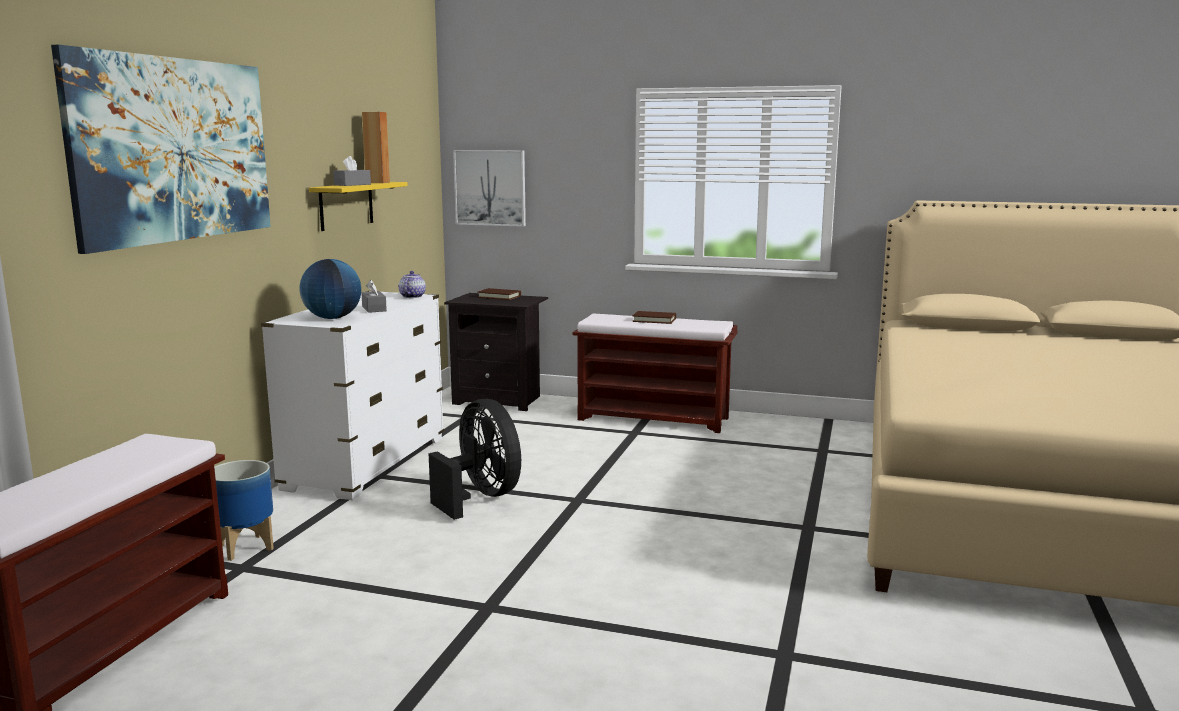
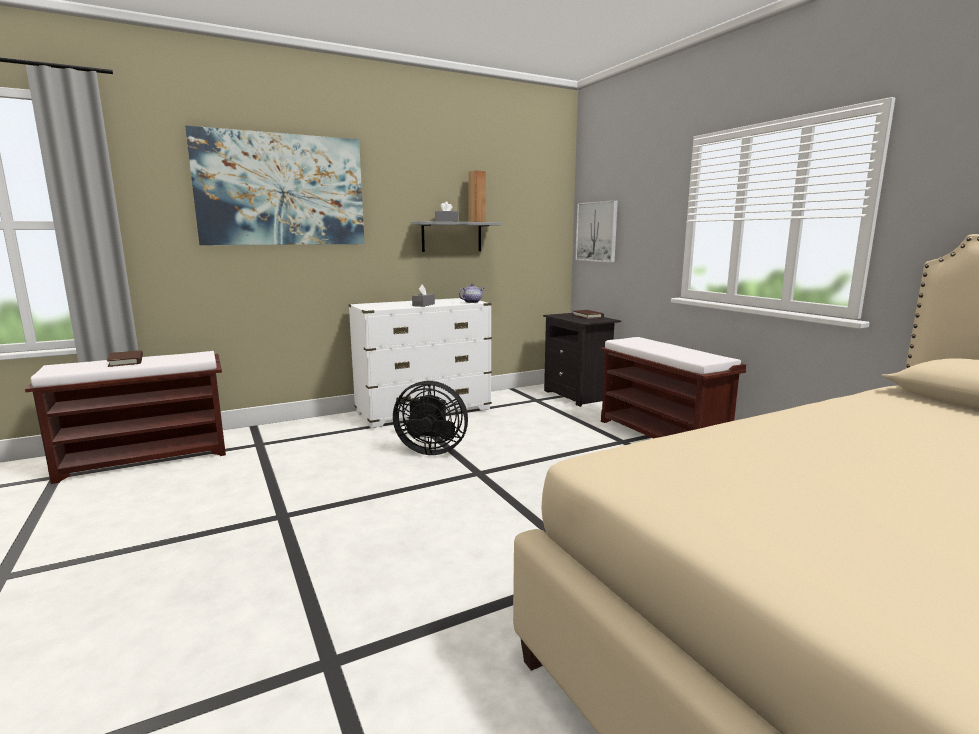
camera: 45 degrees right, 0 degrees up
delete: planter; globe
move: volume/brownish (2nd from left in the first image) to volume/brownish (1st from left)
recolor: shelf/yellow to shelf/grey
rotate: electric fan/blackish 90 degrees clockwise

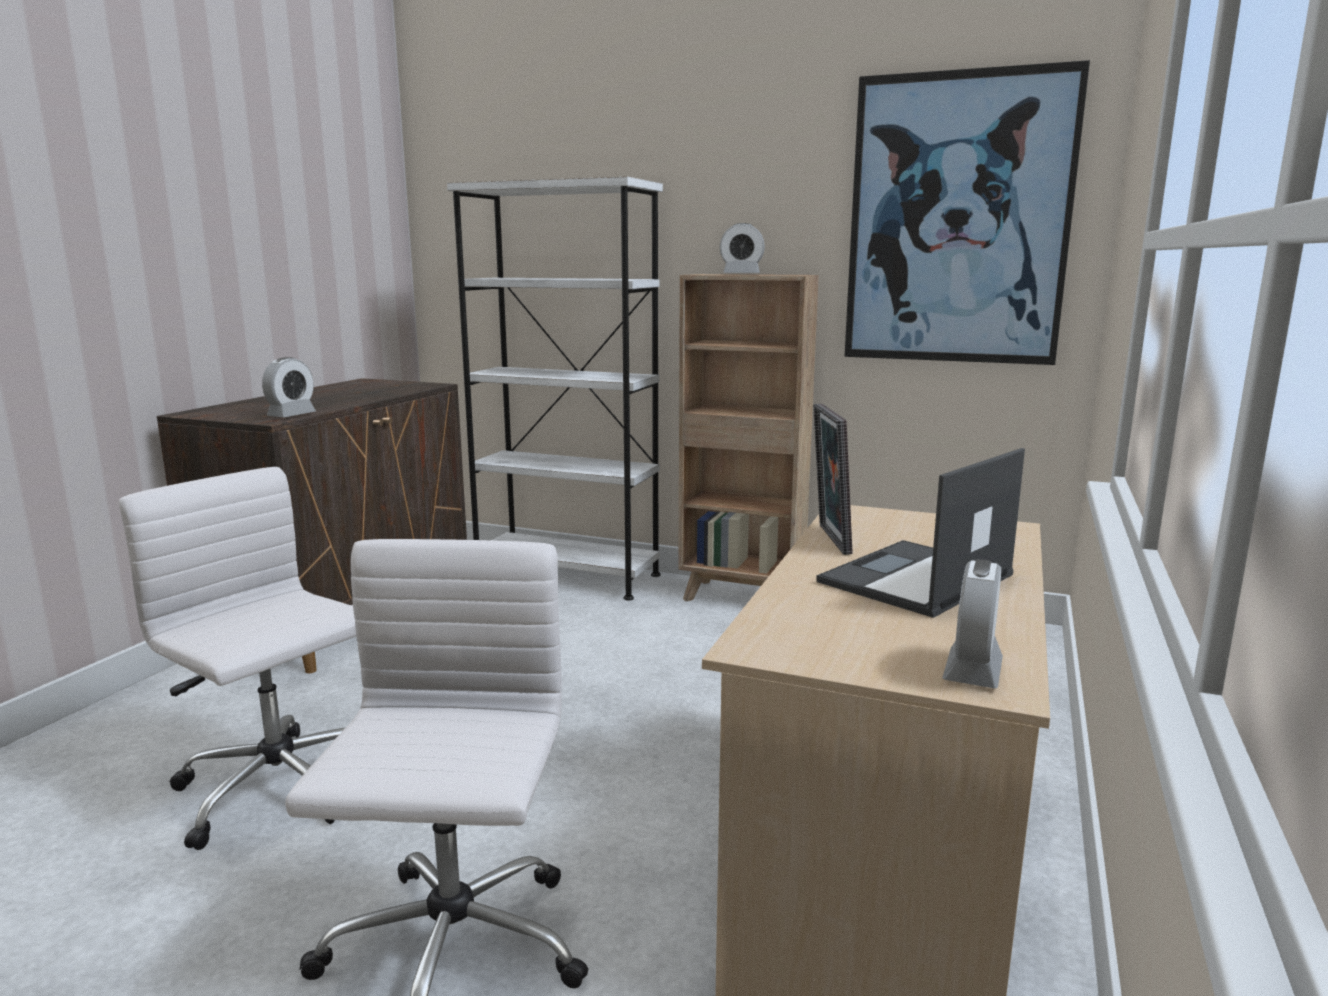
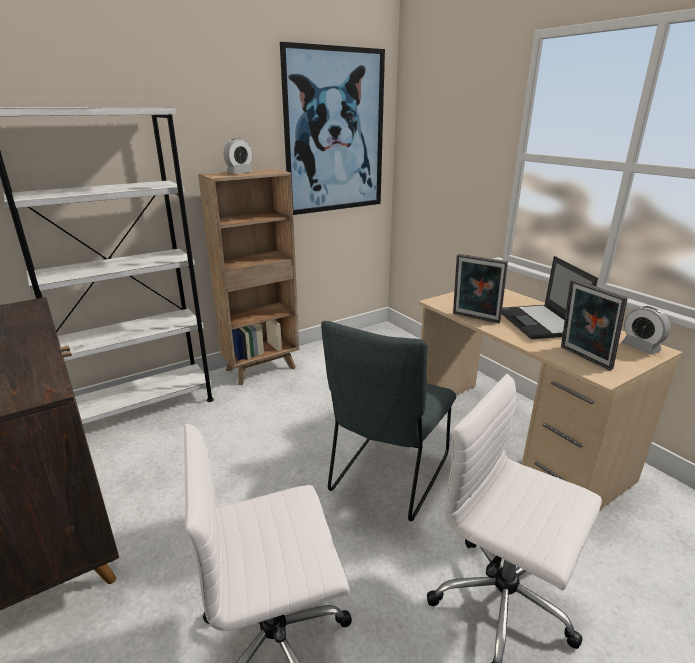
camera: 55 degrees left, 10 degrees up
delete: bedside clock (1st from left)
insert: upright chair/grey; standing frame (2nd from left)

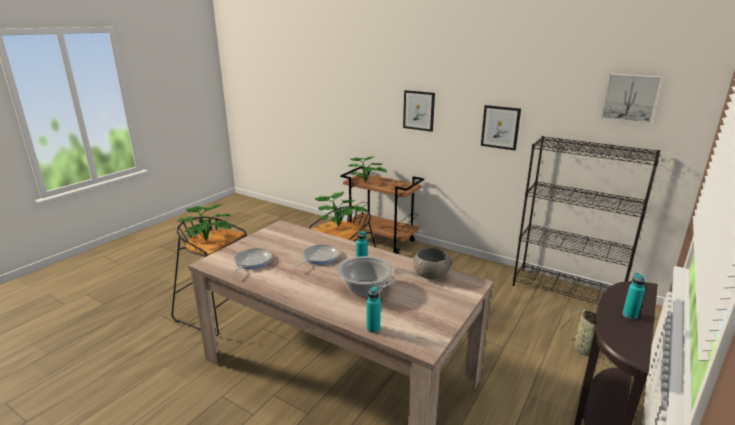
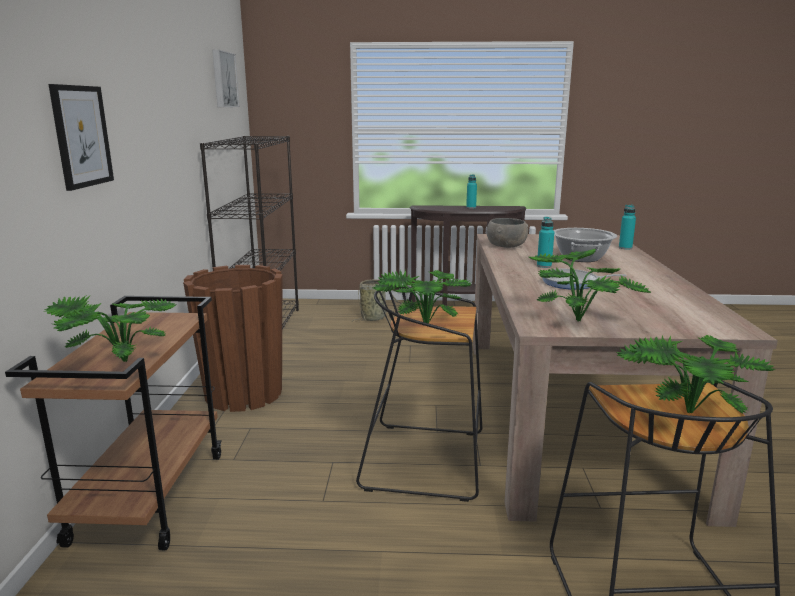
camera: 120 degrees left, 5 degrees down
delete: skillet (1st from left); picture (2nd from left)
insert: planter/brownish; potted plant (3rd from left)

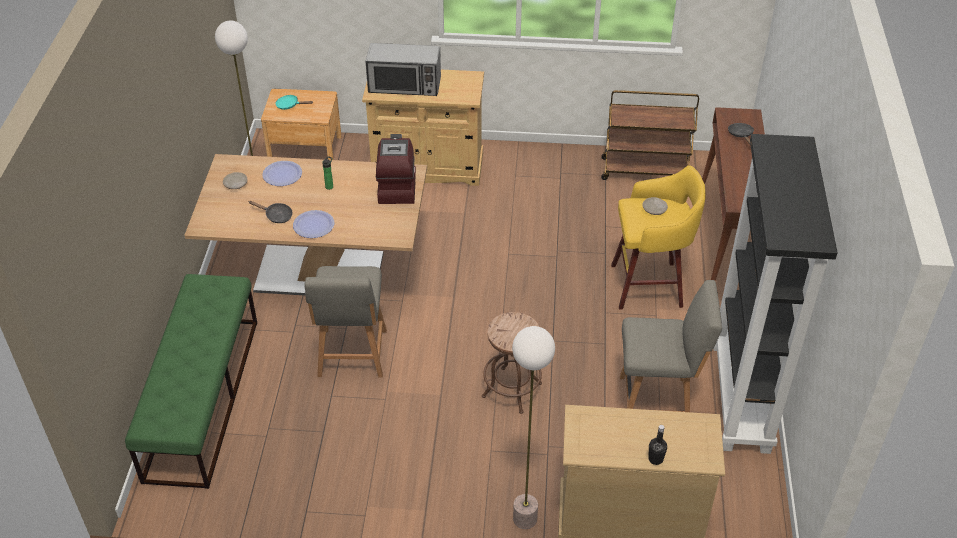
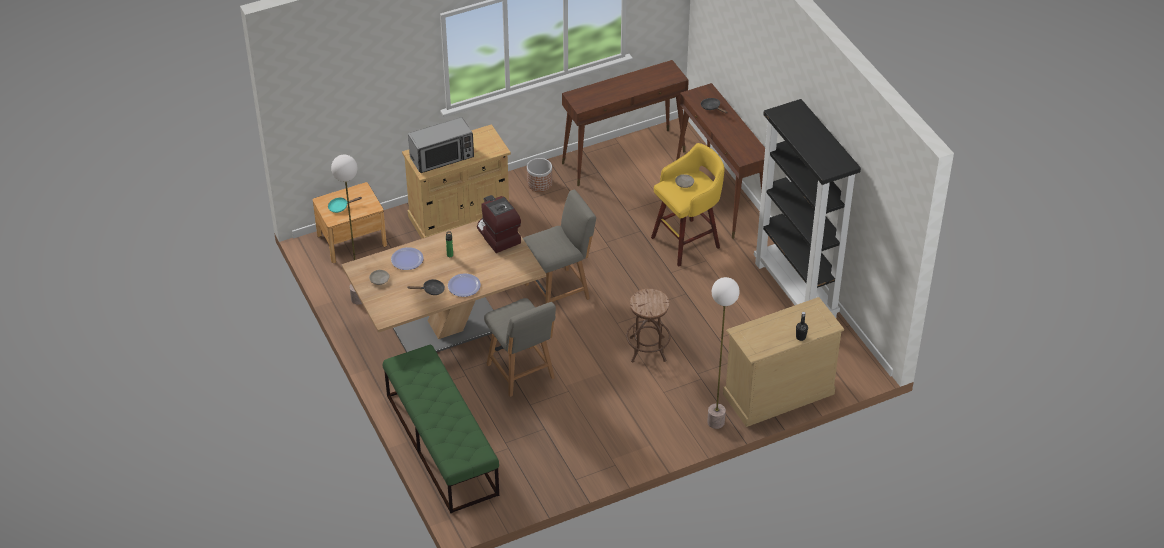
camera: 30 degrees left, 0 degrees up
insert: planter
move: upright chair/grey (2nd from left)
replace: wheeled cart/brownish to narrow table/brownish (1st from left)

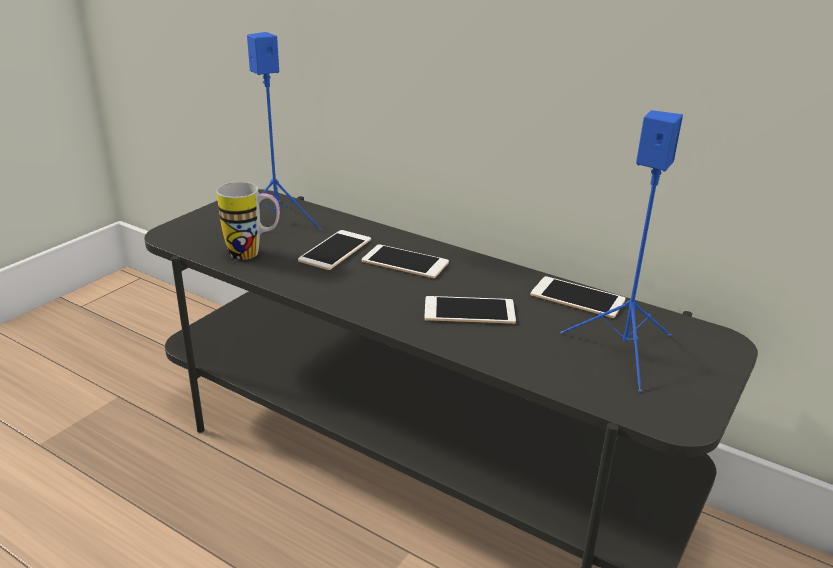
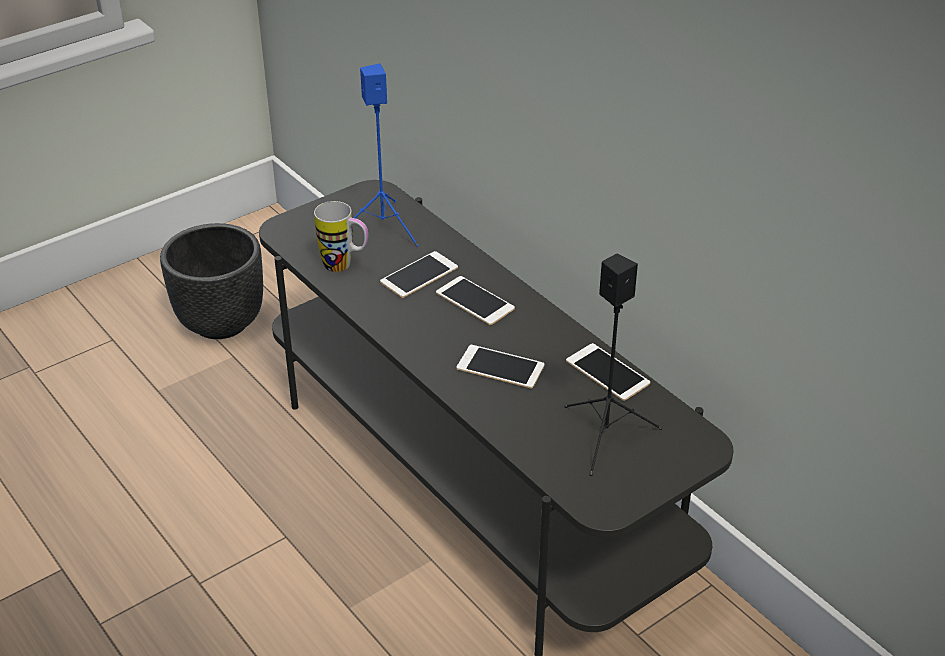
camera: 20 degrees right, 10 degrees up
insert: planter/blackish
recolor: audio speaker/blue-coloured (2nd from left) to audio speaker/blackish

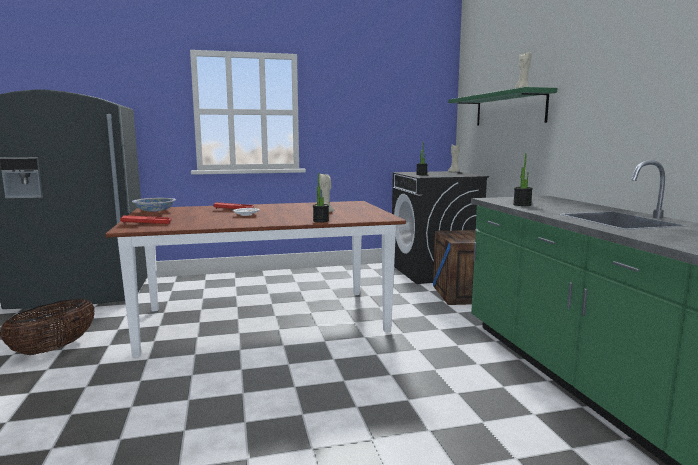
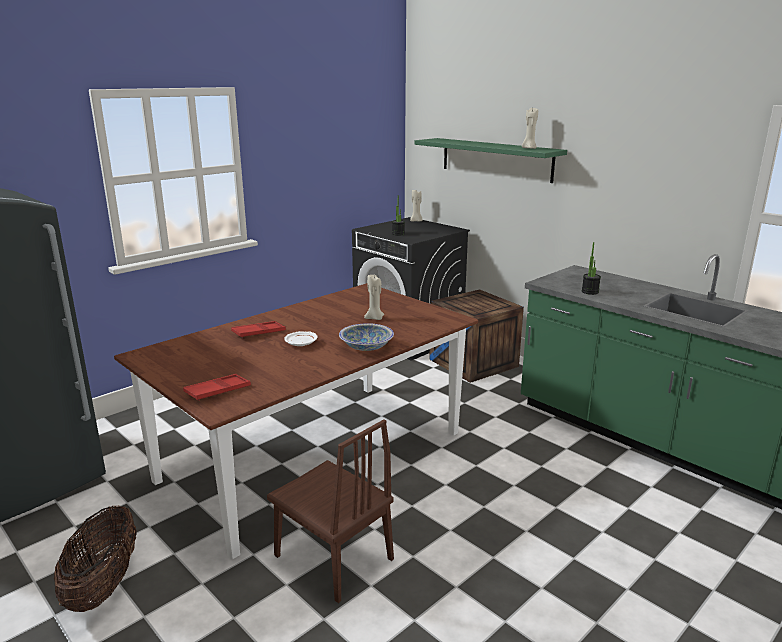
camera: 30 degrees left, 10 degrees up
delete: potted plant (1st from left)
insert: upright chair/brownish
move: bowl

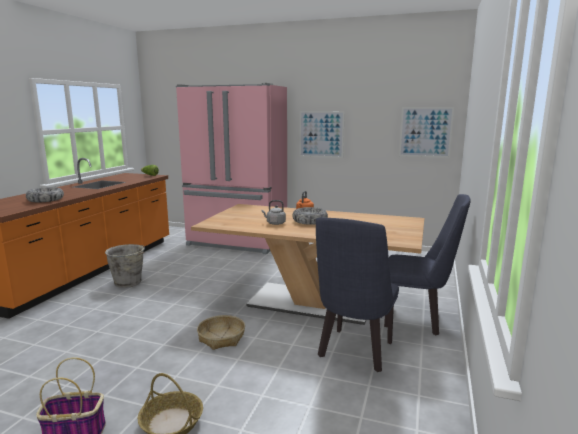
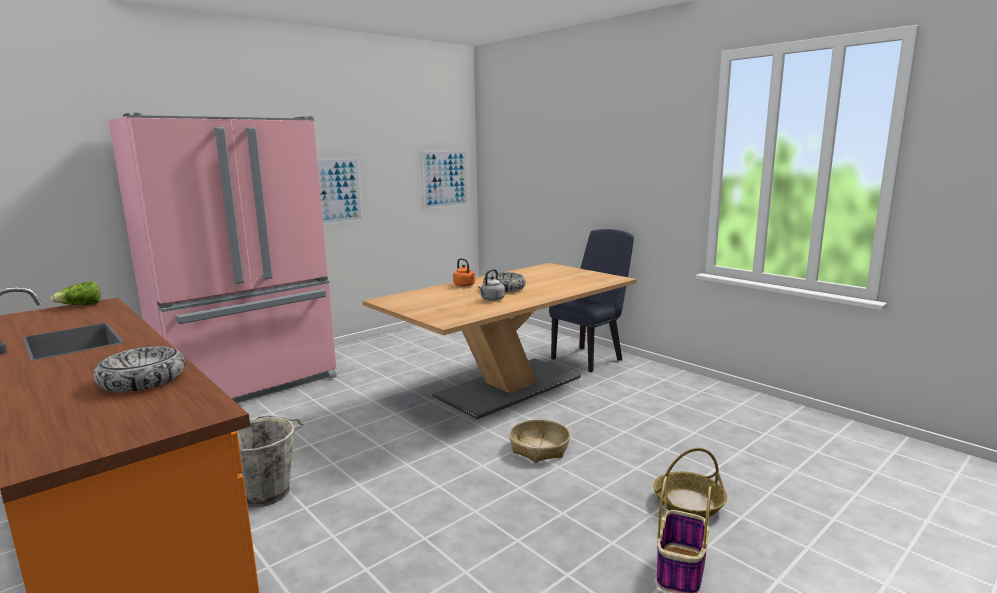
camera: 60 degrees left, 0 degrees up
delete: upright chair/blue-coloured (1st from left)

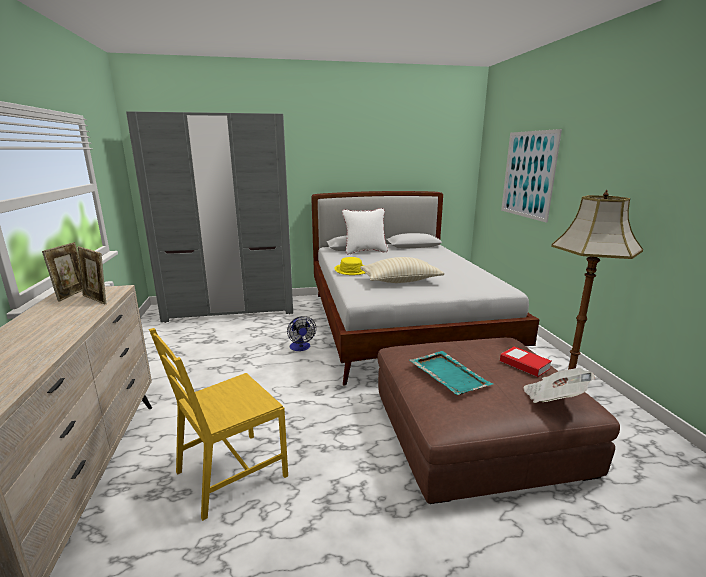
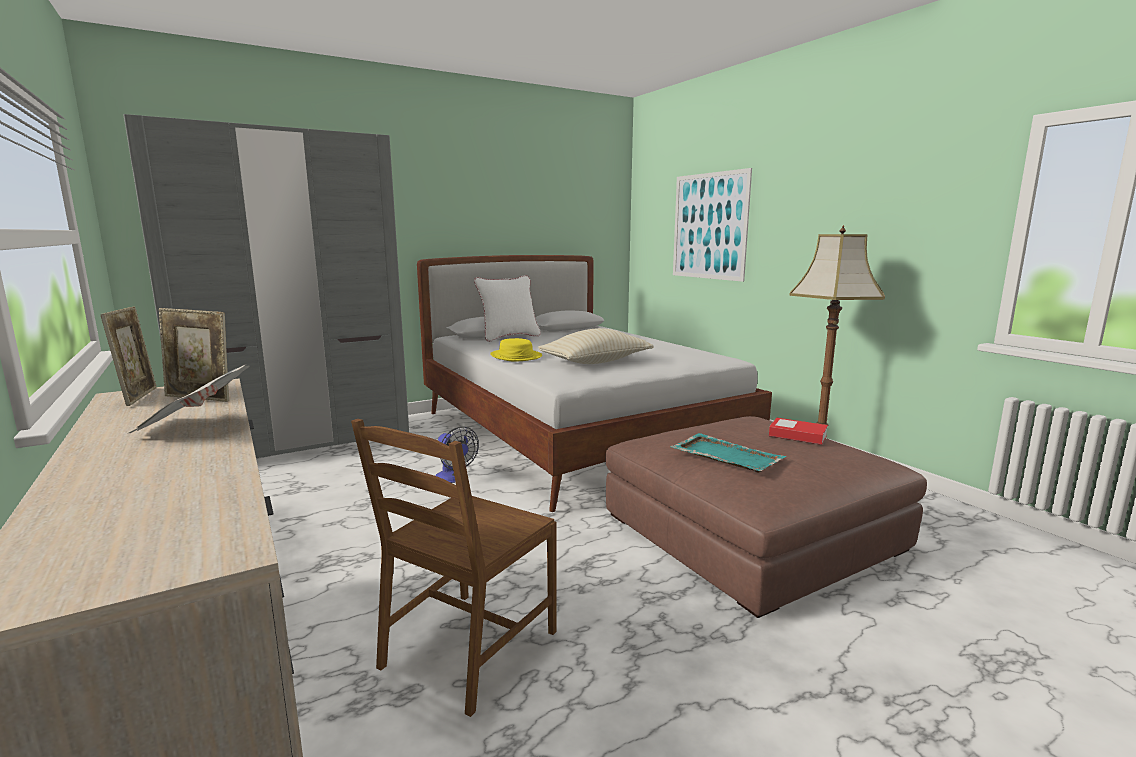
camera: 20 degrees left, 5 degrees down
move: newspaper
recolor: upright chair/yellow to upright chair/brownish

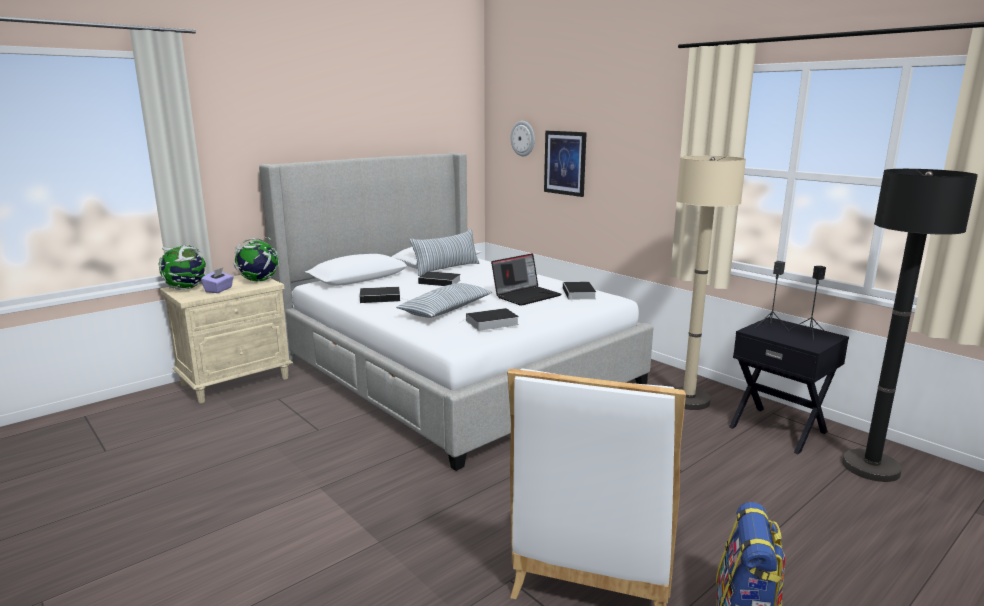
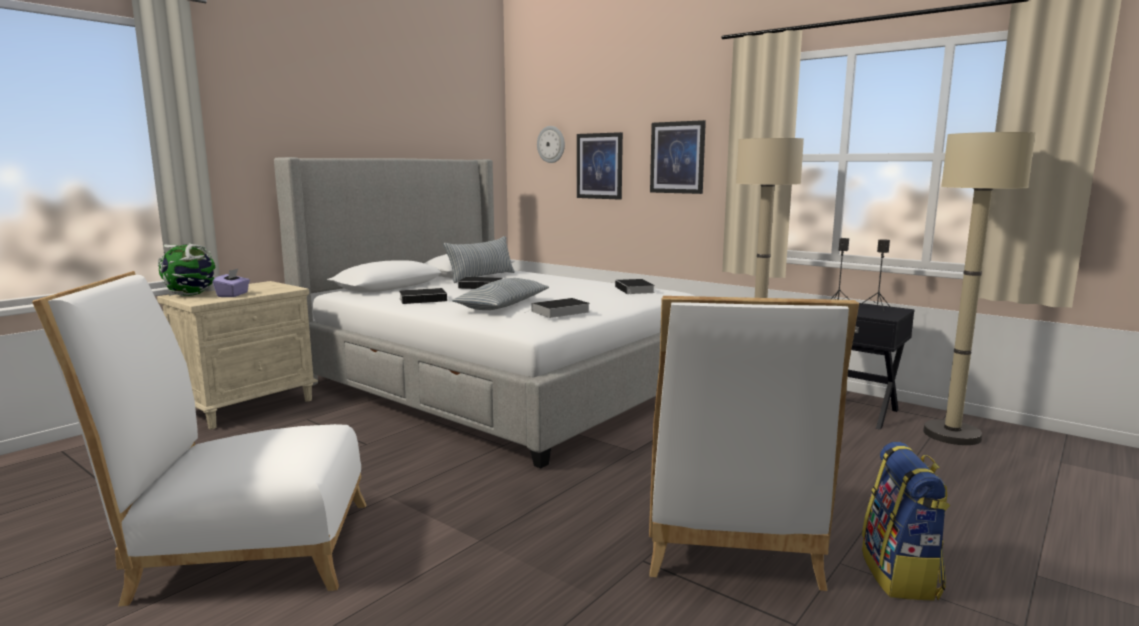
camera: 10 degrees left, 5 degrees down
delete: globe (2nd from left); laptop
insert: upright chair/white-coloured (1st from left); picture (2nd from left)
recolor: floor lamp/blackish to floor lamp/sand-coloured (2nd from left)

